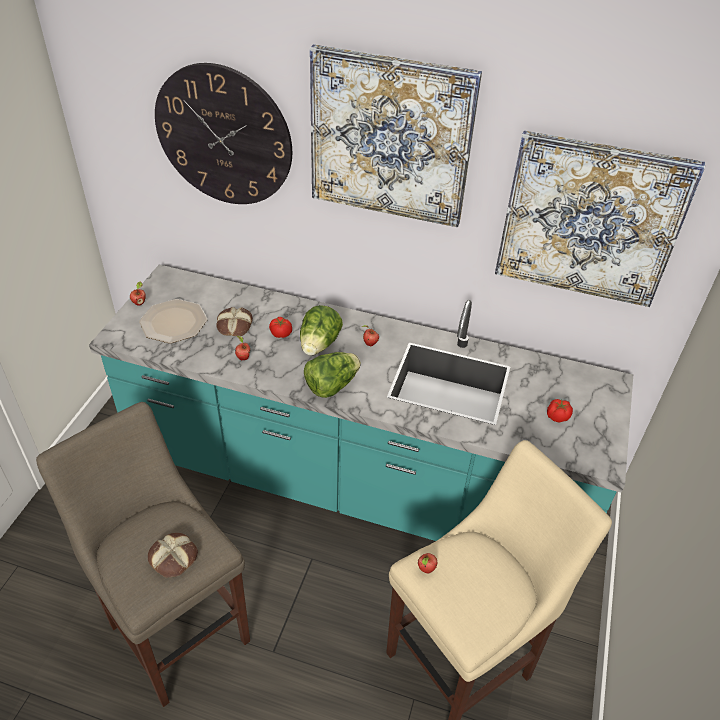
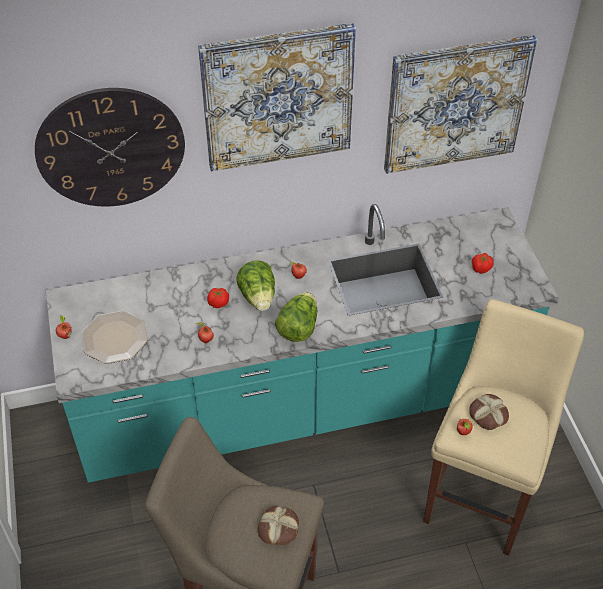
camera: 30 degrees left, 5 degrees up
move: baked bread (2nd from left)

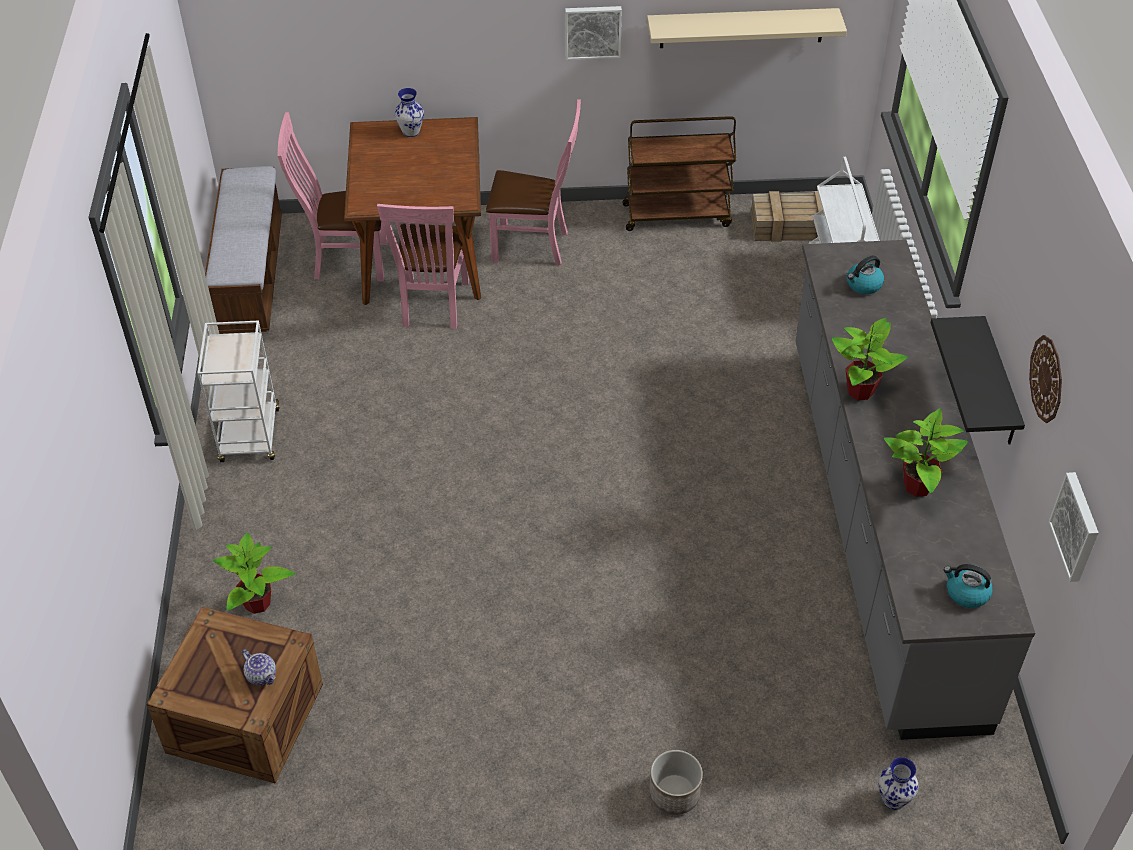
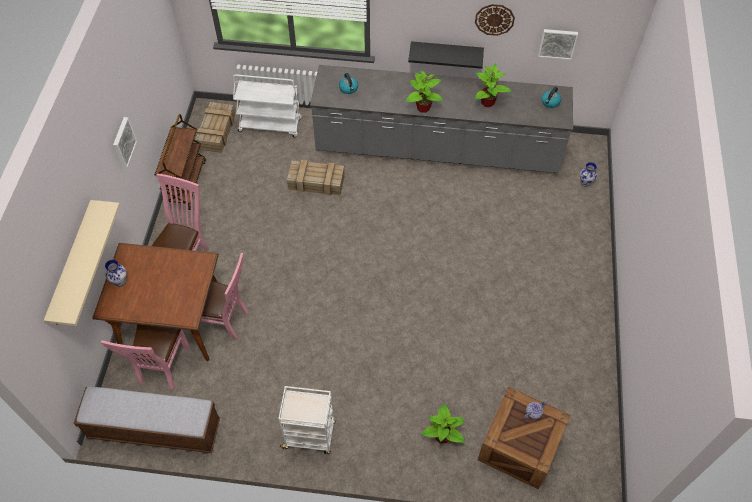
camera: 80 degrees left, 10 degrees up
delete: planter
insert: crate (2nd from left)
move: shelf/sand-coloured

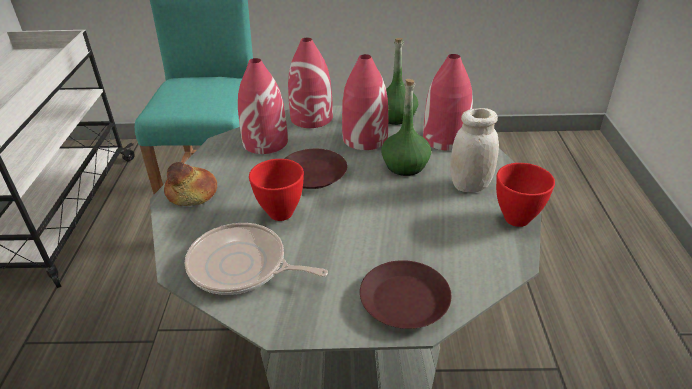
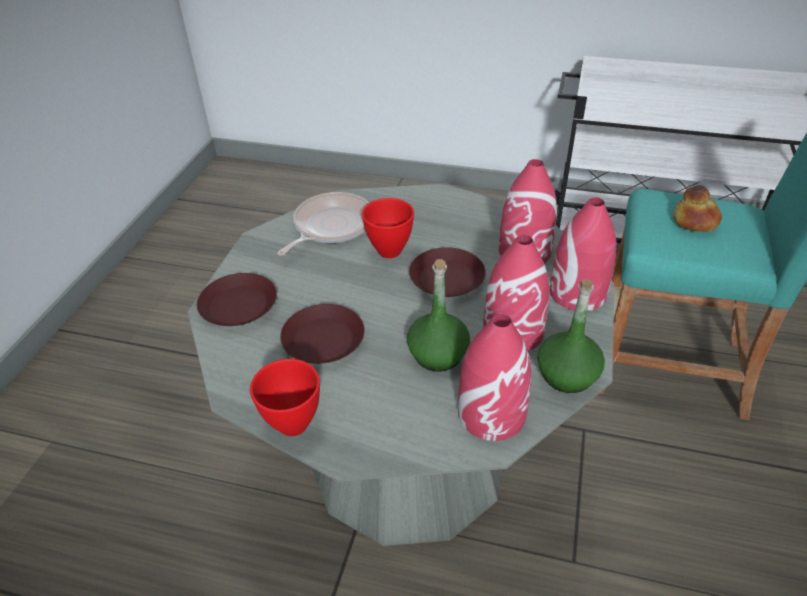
camera: 105 degrees right, 5 degrees up
delete: preserve jar/white-coloured
insert: dinner plate/brownish (2nd from left)
move: baked bread

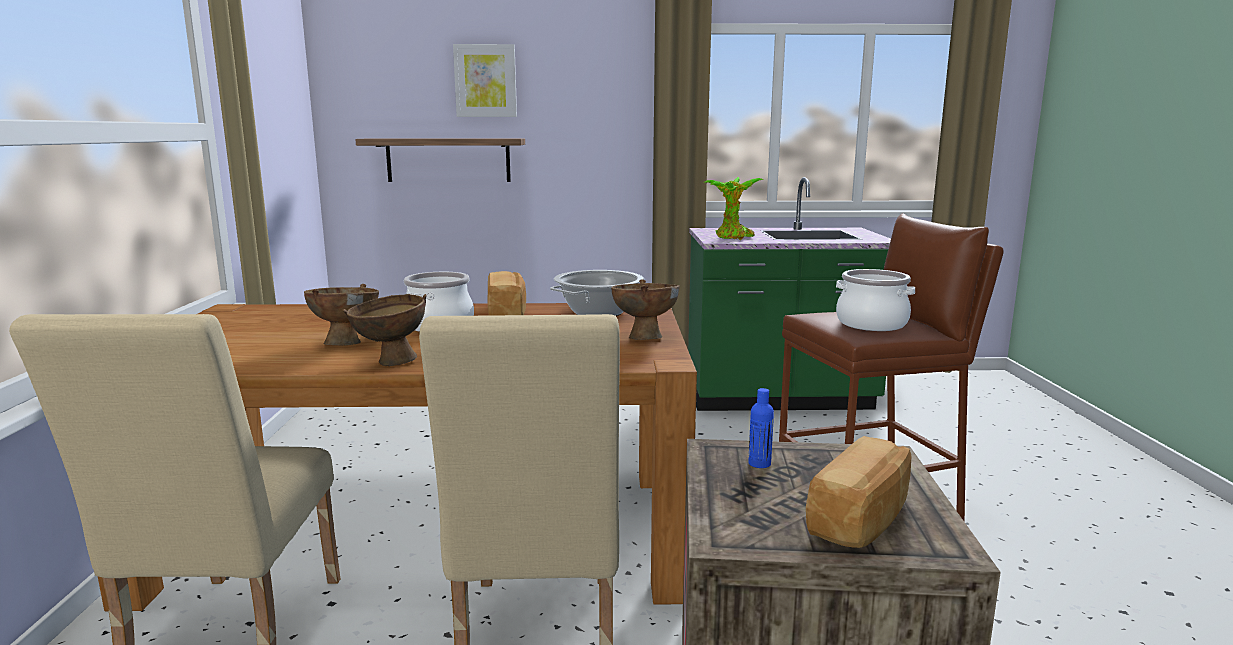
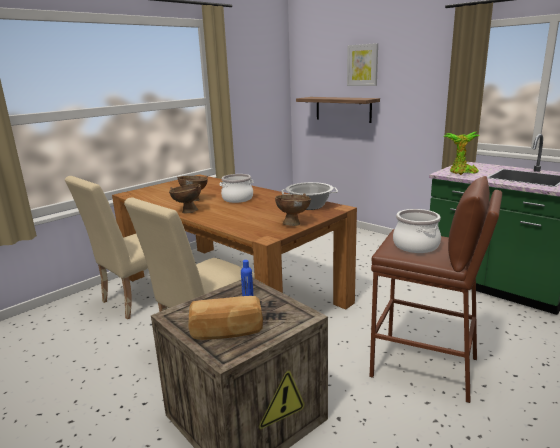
camera: 45 degrees right, 5 degrees up
delete: baked bread (1st from left)

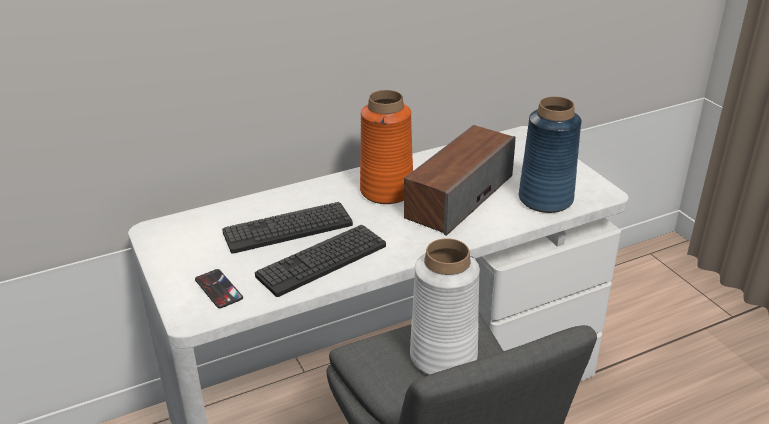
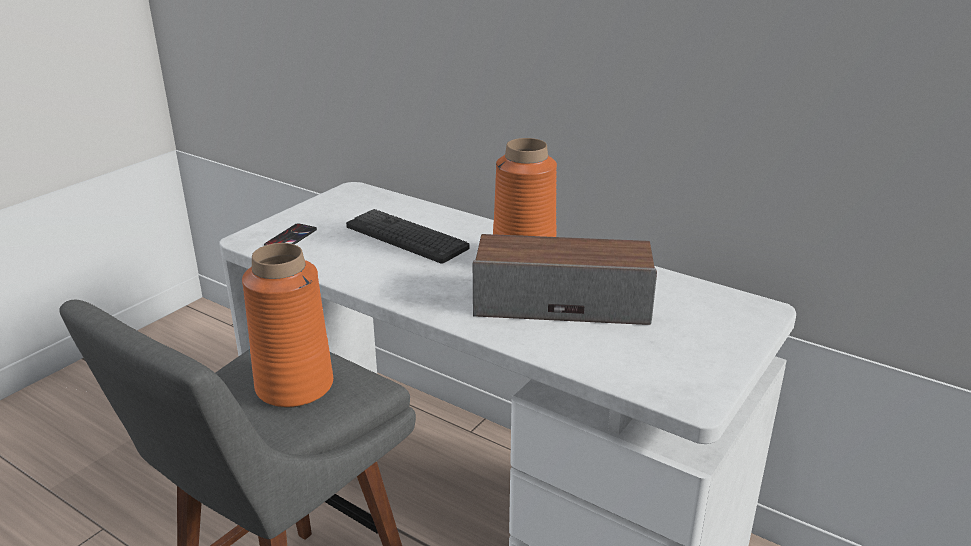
camera: 60 degrees right, 5 degrees down
delete: PC keyboard (2nd from left); vase/blue-coloured
recolor: vase/white-coloured to vase/orange-coloured (1st from left)

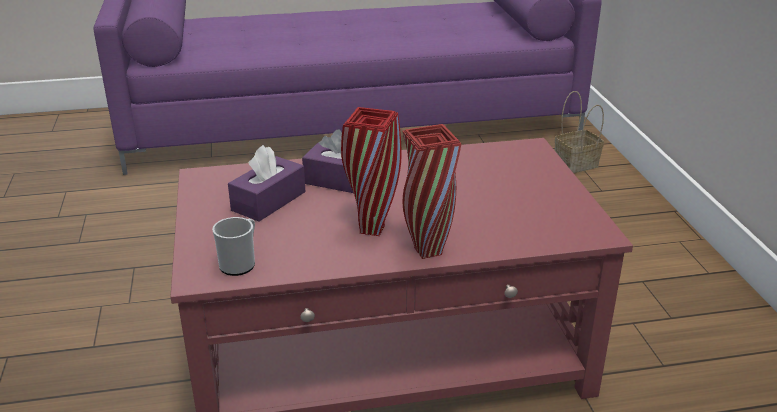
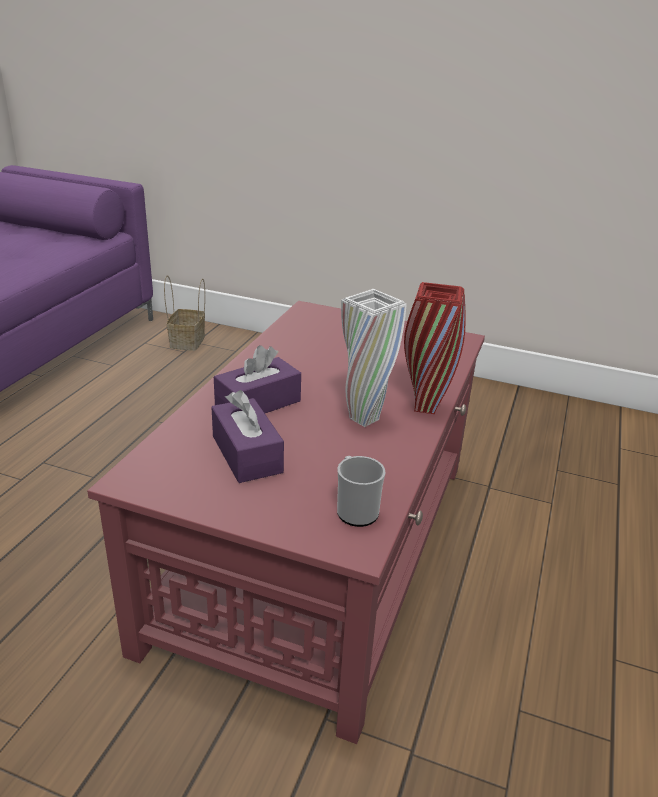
camera: 60 degrees left, 0 degrees up
recolor: vase/red (1st from left) to vase/white-coloured

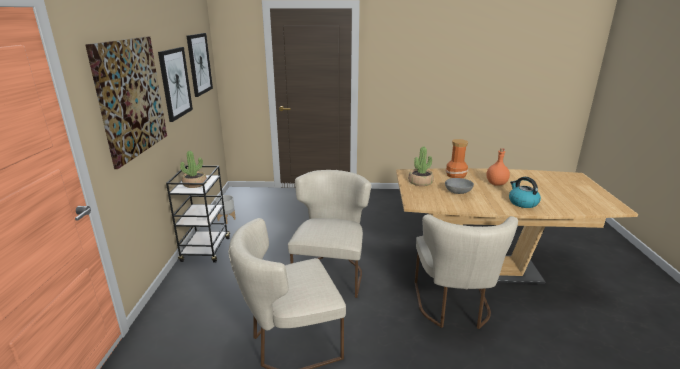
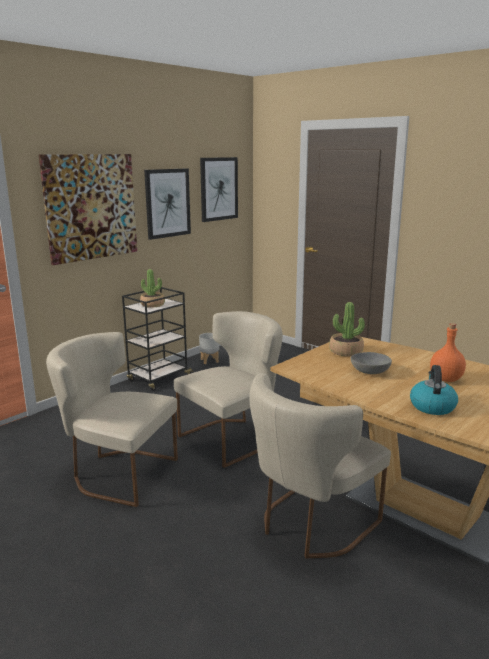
camera: 40 degrees right, 5 degrees down
delete: vase

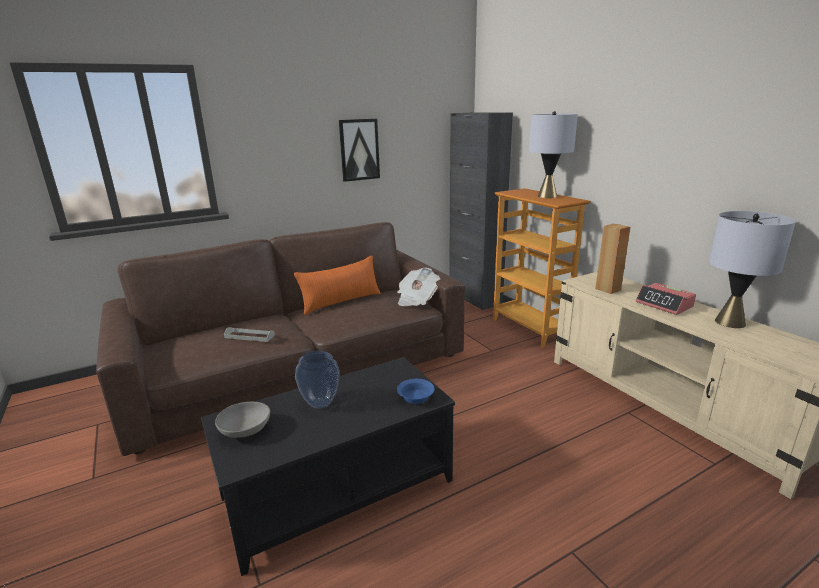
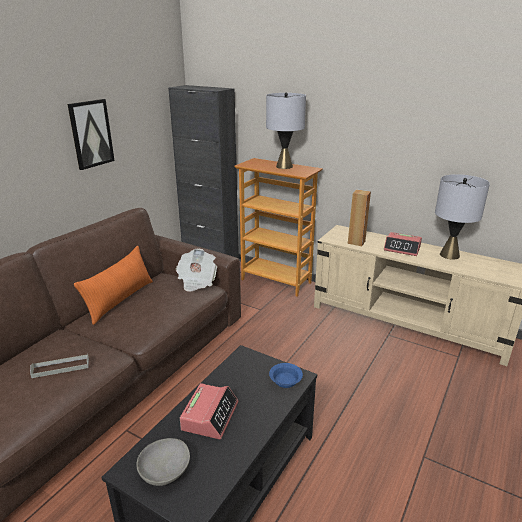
camera: 30 degrees left, 5 degrees up
replace: vase to bedside clock (1st from left)

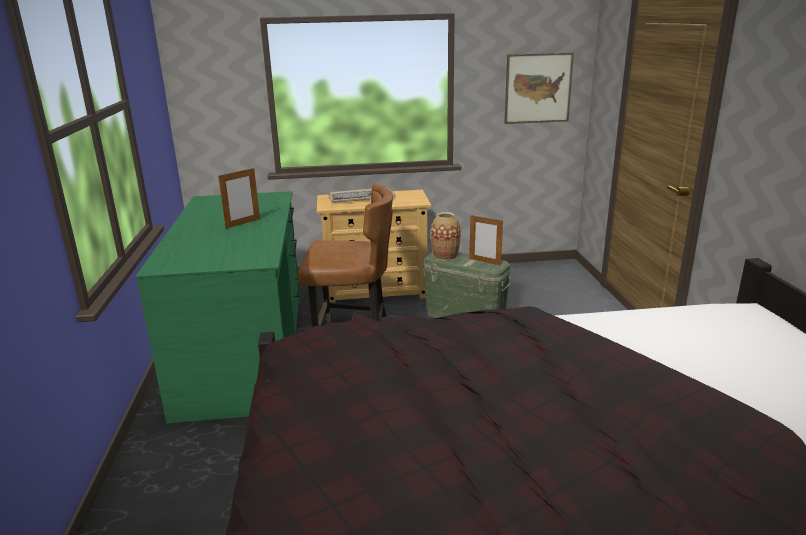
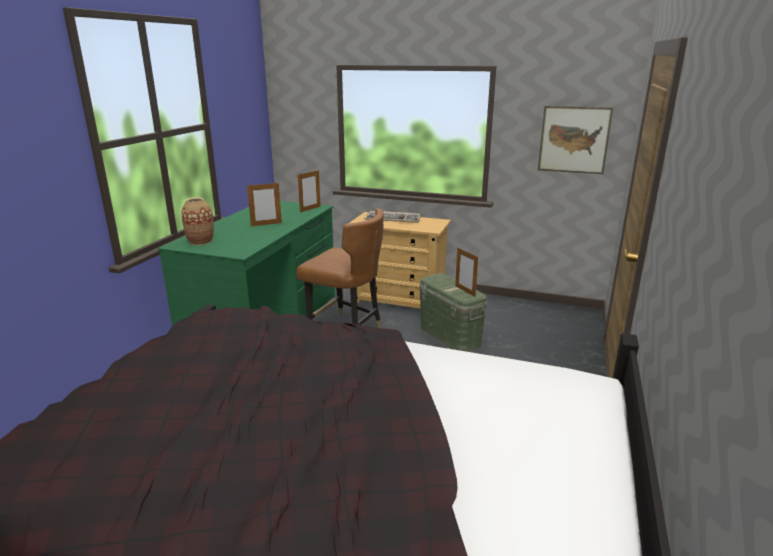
camera: 25 degrees right, 0 degrees up
insert: standing frame (2nd from left)
move: vase

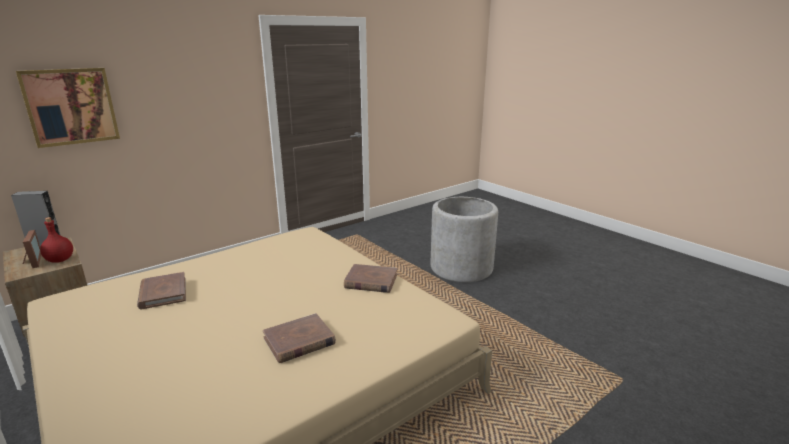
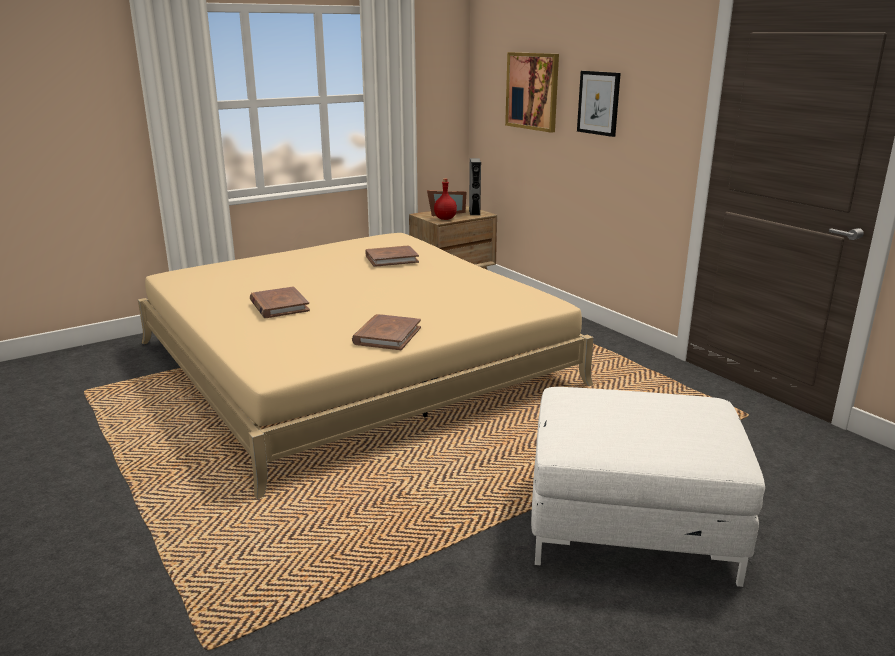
camera: 95 degrees right, 0 degrees up
insert: picture (2nd from left)
replace: planter/grey to pouffe/white-coloured

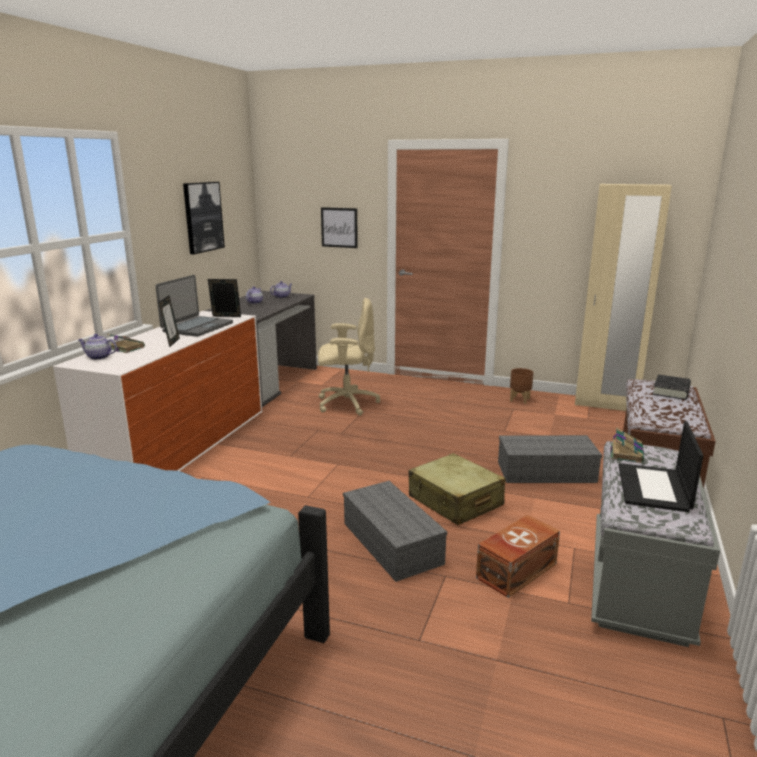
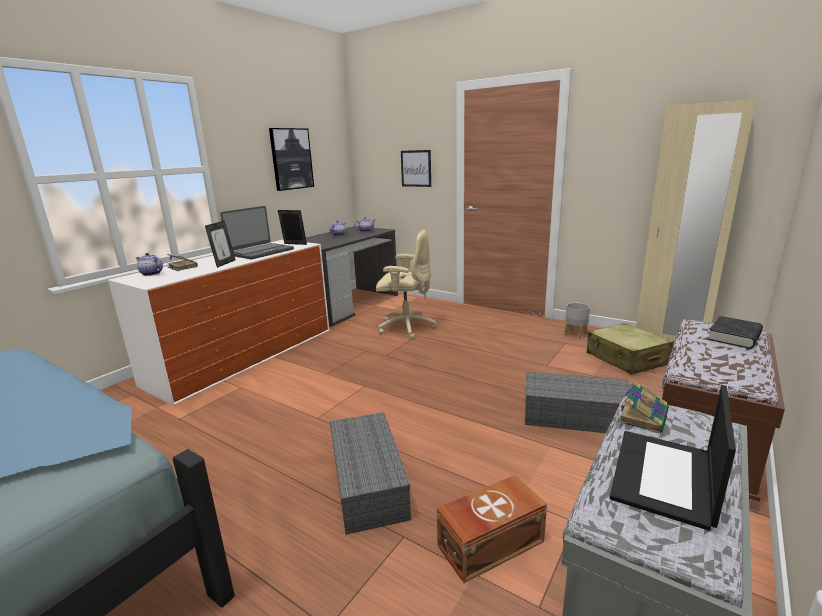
camera: 15 degrees right, 0 degrees up
move: travel case/sand-coloured
recolor: planter/brownish to planter/grey

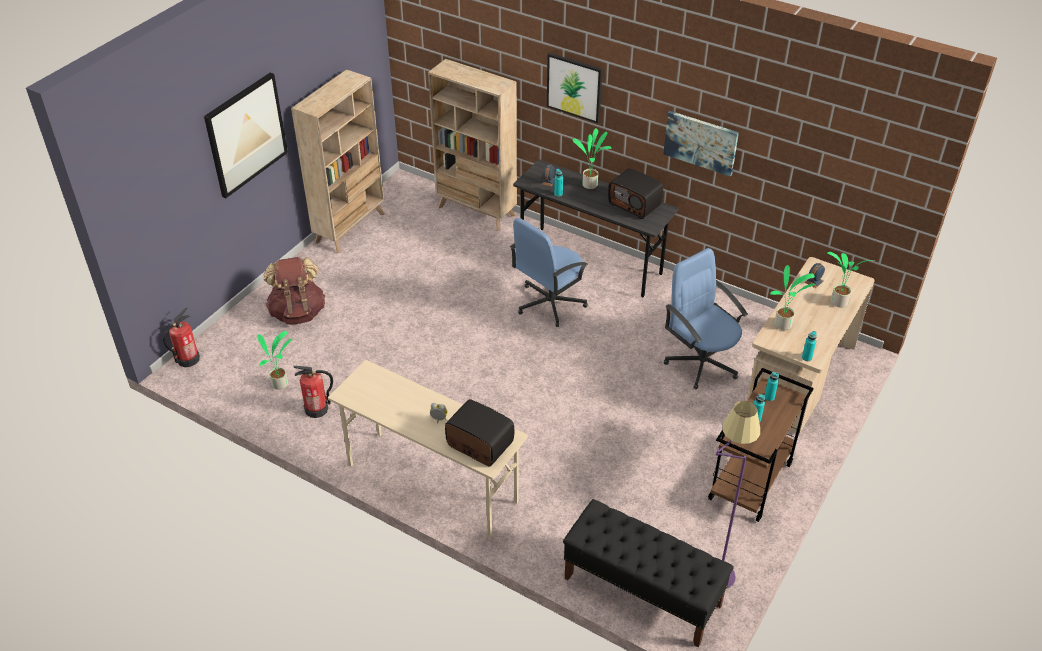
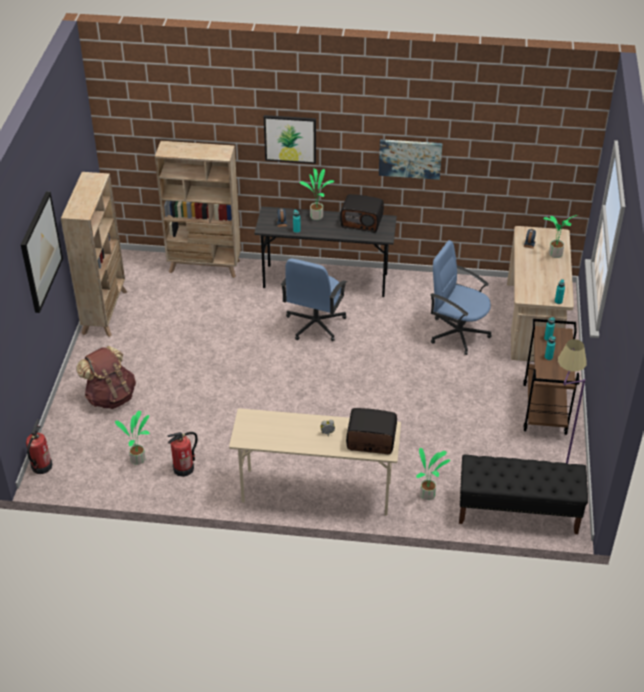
camera: 25 degrees left, 0 degrees up
move: potted plant (3rd from left)

